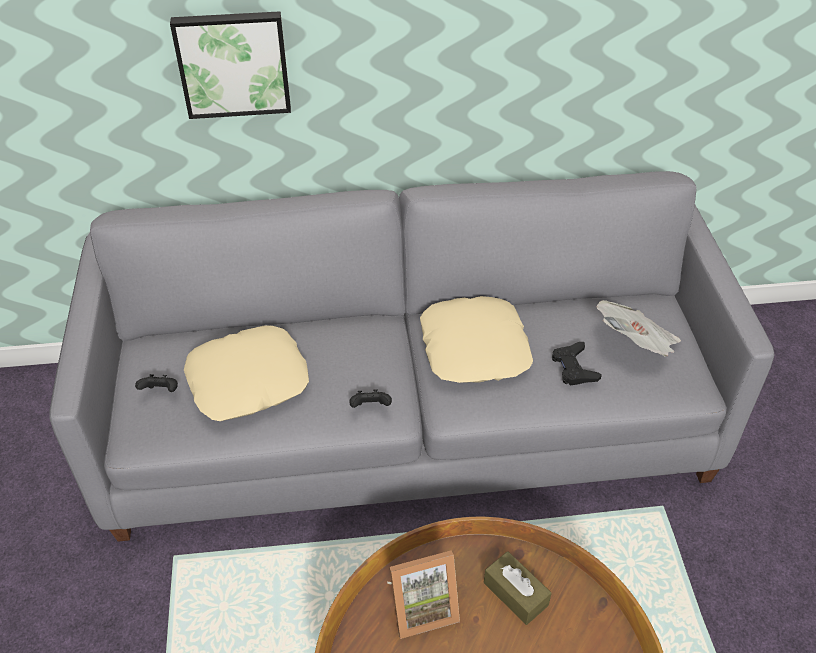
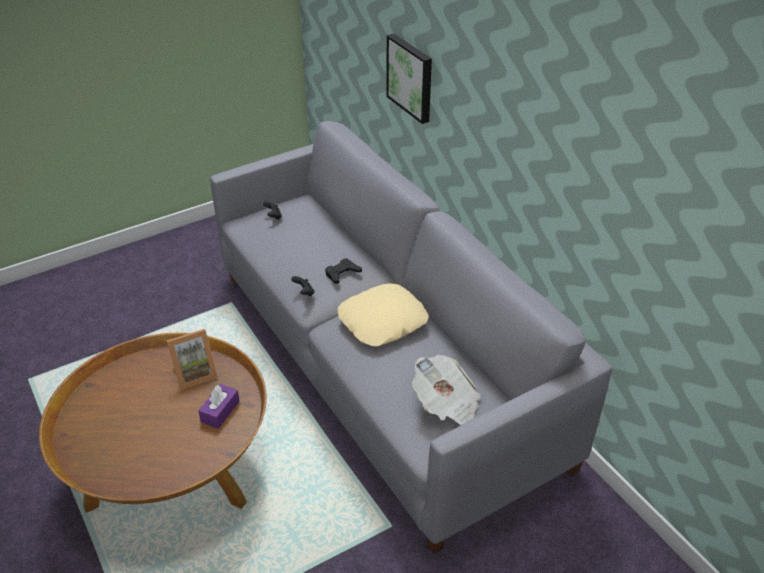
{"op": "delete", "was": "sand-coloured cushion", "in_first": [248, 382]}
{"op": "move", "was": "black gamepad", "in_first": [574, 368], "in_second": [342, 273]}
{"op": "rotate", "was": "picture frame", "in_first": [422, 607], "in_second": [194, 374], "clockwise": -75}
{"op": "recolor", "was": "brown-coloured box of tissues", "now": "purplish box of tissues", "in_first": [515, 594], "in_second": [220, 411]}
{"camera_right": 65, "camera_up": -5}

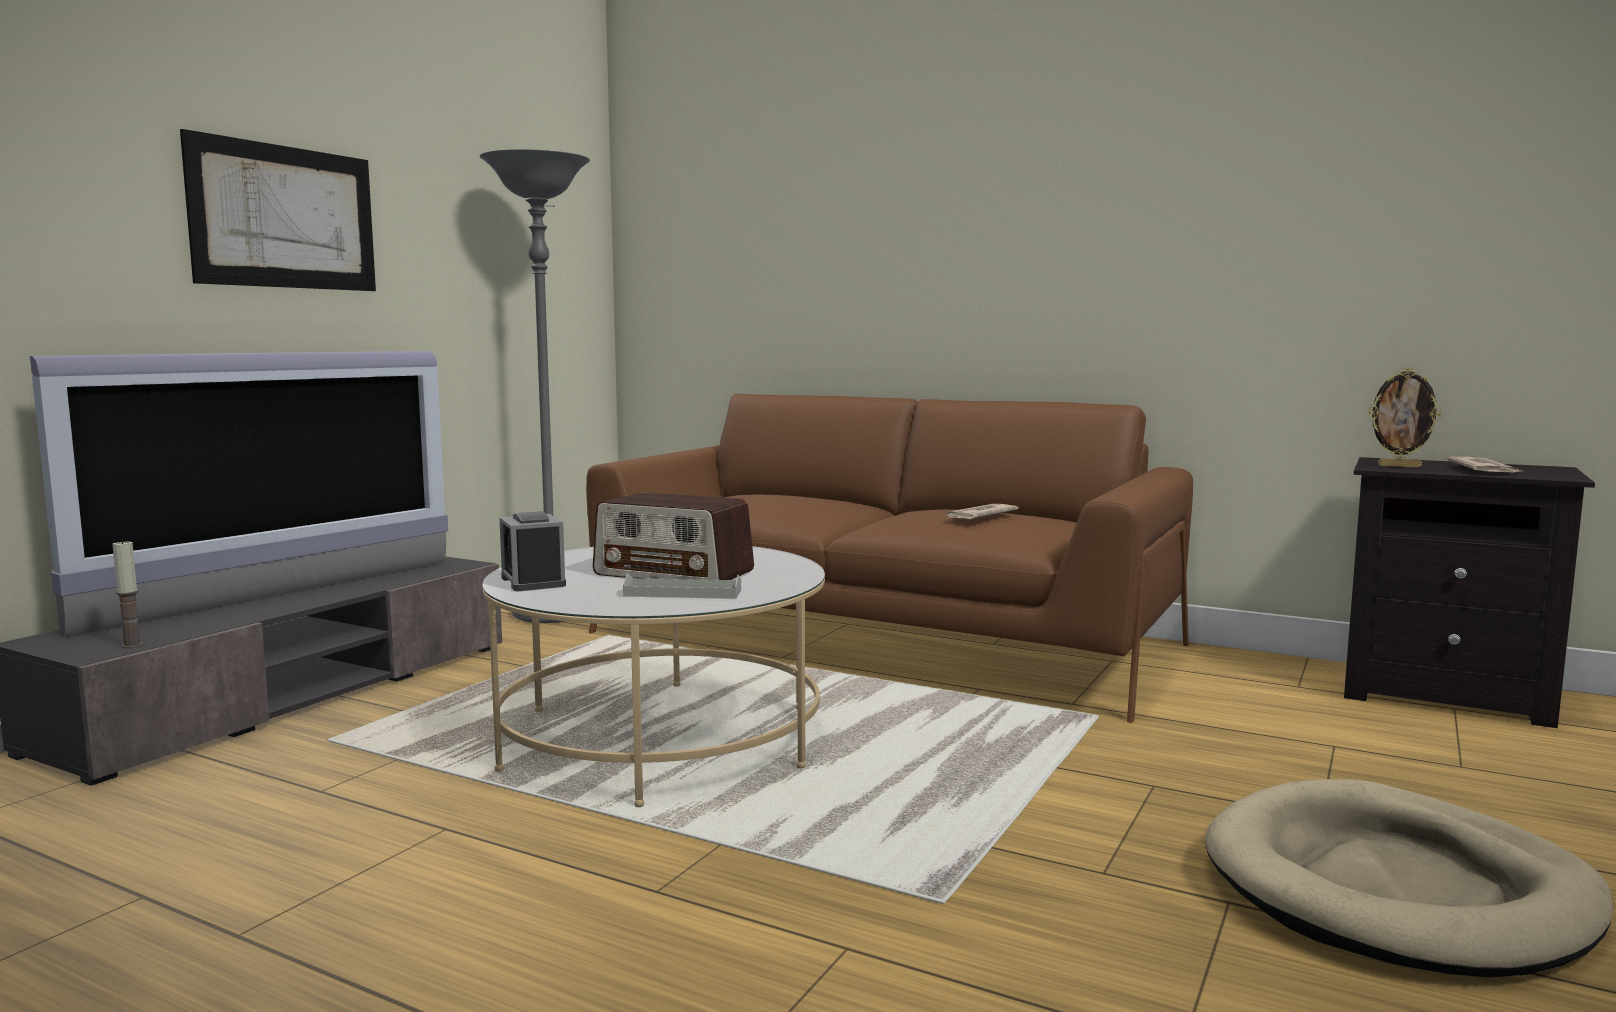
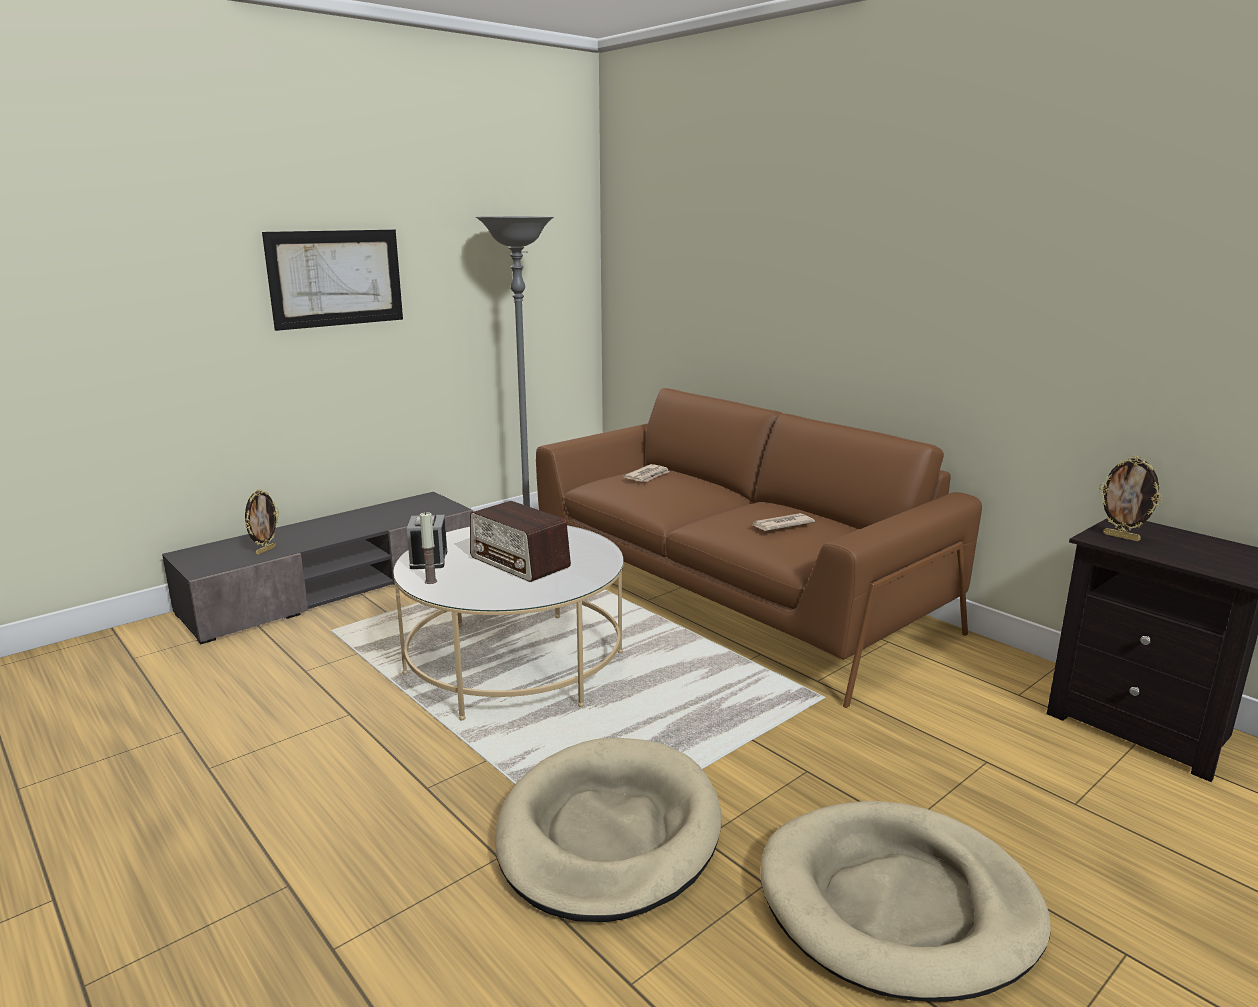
{"op": "delete", "was": "TV set", "in_first": [281, 595]}
{"op": "move", "was": "newspaper", "in_first": [1484, 470], "in_second": [648, 476]}
{"op": "move", "was": "wax light", "in_first": [132, 645], "in_second": [431, 581]}
{"op": "delete", "was": "grey carrying tray", "in_first": [682, 593]}
{"op": "insert", "now": "picture frame", "in_second": [265, 550]}
{"op": "insert", "now": "sand-coloured dog bed", "in_second": [608, 833]}
{"camera_right": 20, "camera_up": 10}

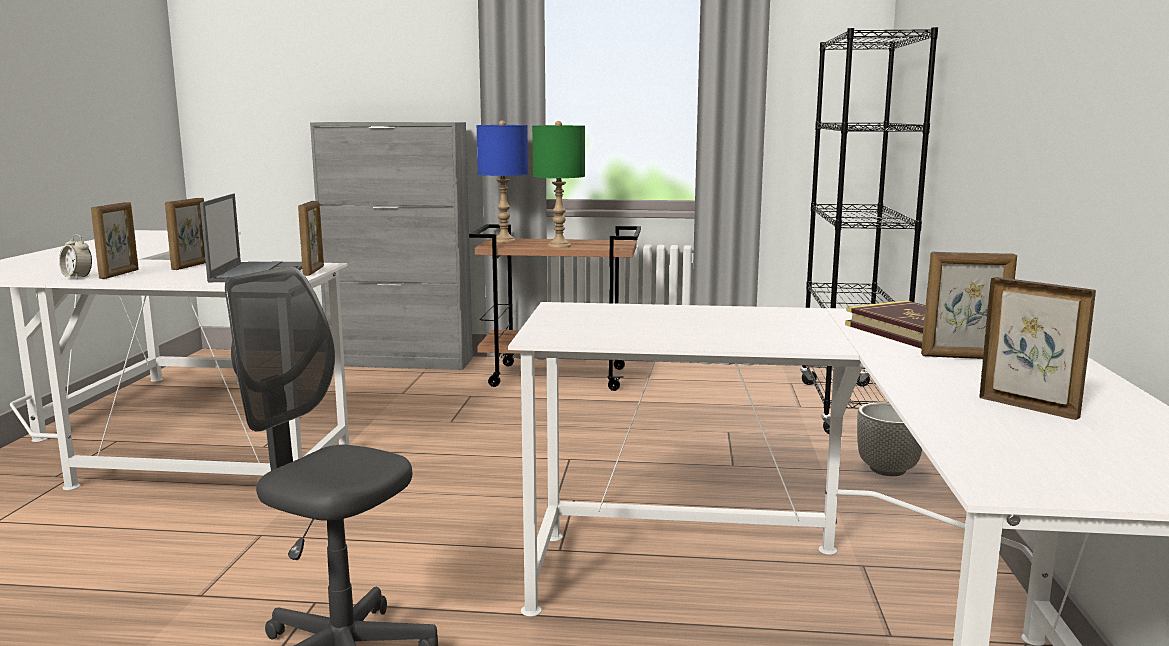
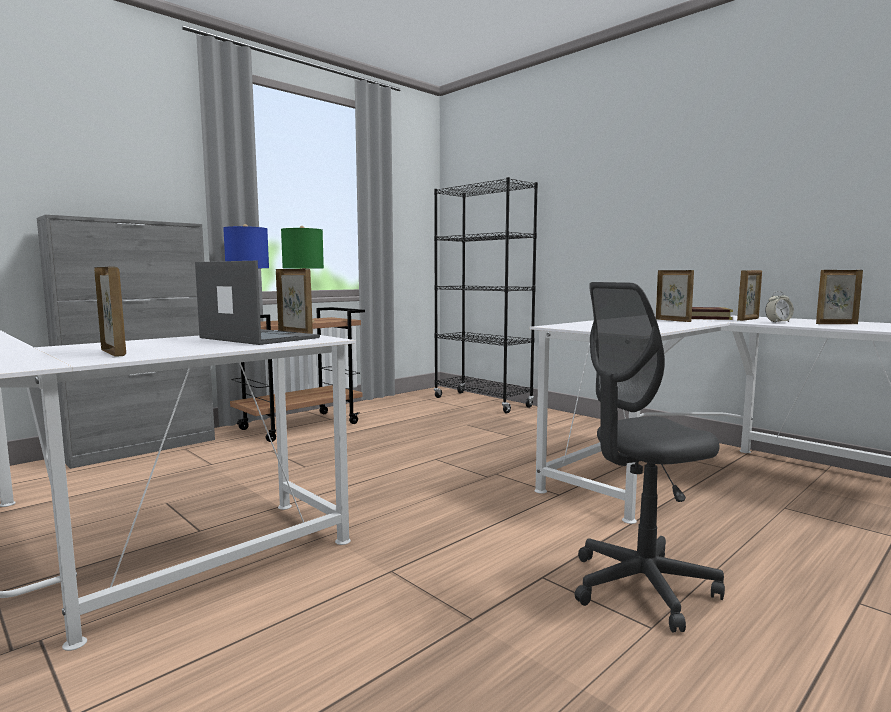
{"op": "move", "was": "picture frame", "in_first": [191, 266], "in_second": [673, 320]}
{"op": "move", "was": "table clock", "in_first": [77, 277], "in_second": [778, 322]}
{"op": "delete", "was": "planter", "in_first": [886, 470]}
{"camera_right": -50, "camera_up": -5}

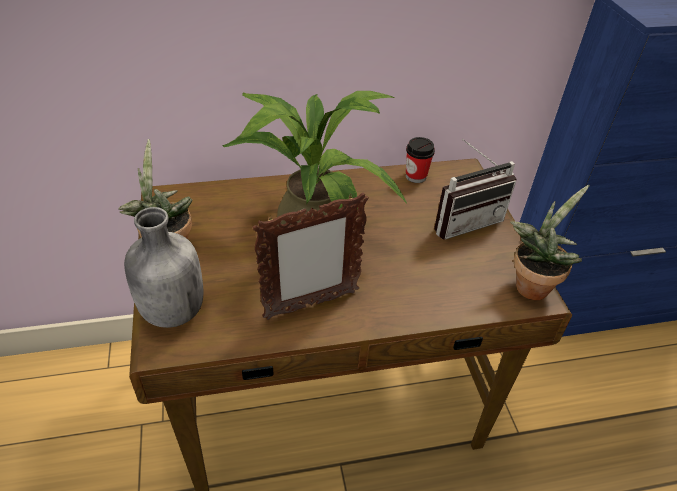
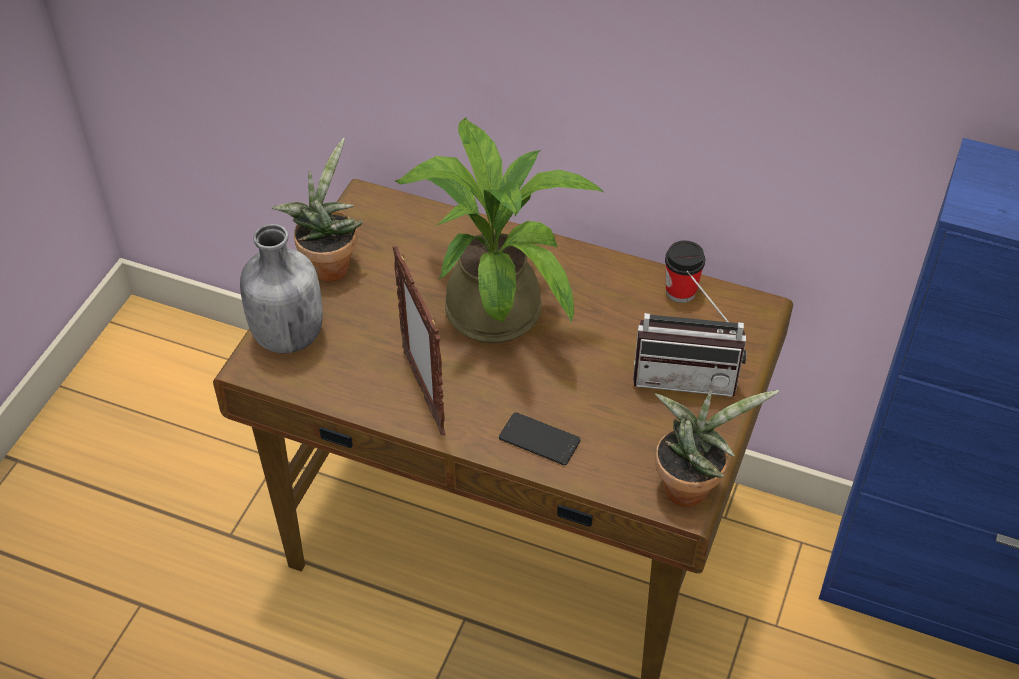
{"op": "rotate", "was": "picture frame", "in_first": [310, 305], "in_second": [424, 392], "clockwise": 60}
{"op": "insert", "now": "telephone", "in_second": [539, 439]}
{"camera_right": 35, "camera_up": 5}

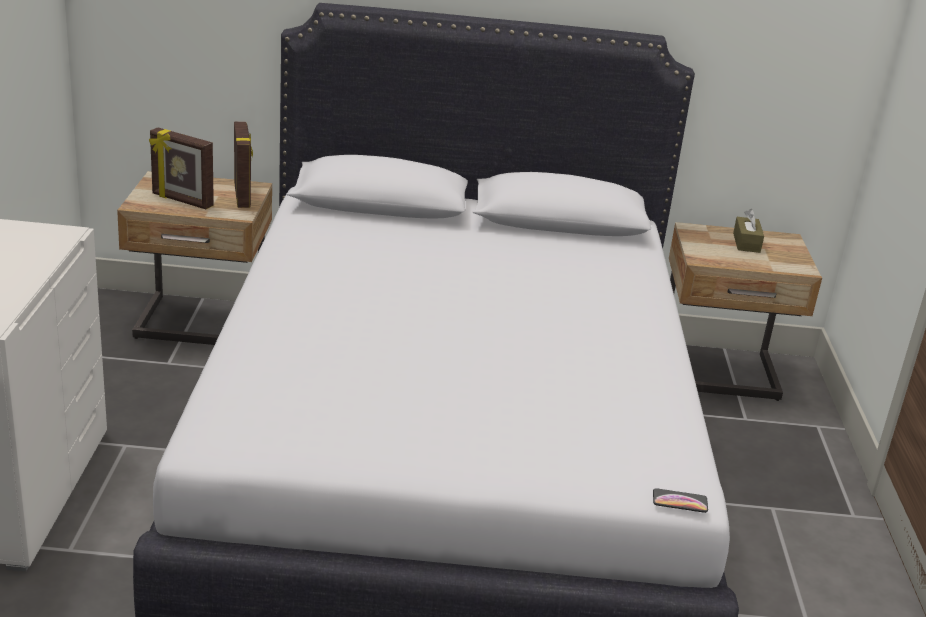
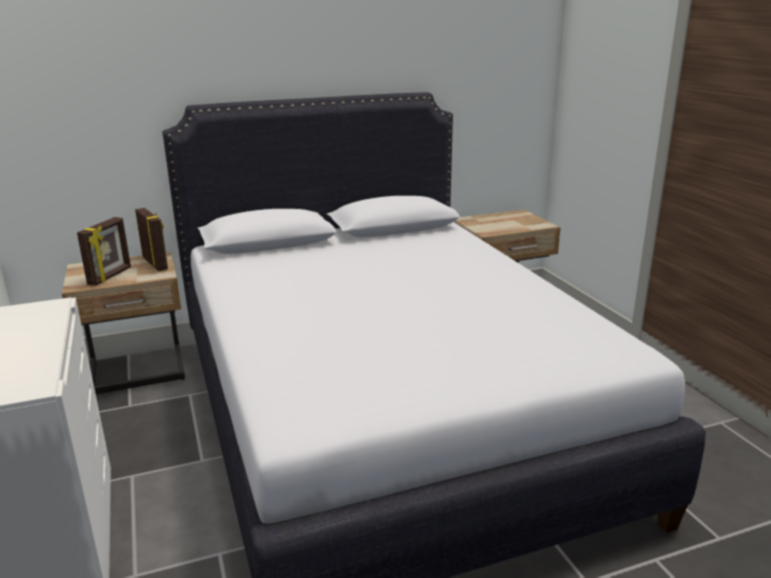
{"op": "rotate", "was": "picture frame", "in_first": [182, 201], "in_second": [110, 276], "clockwise": -75}
{"op": "delete", "was": "brown-coloured box of tissues", "in_first": [746, 242]}
{"op": "delete", "was": "telephone", "in_first": [680, 501]}
{"camera_right": -20, "camera_up": -5}

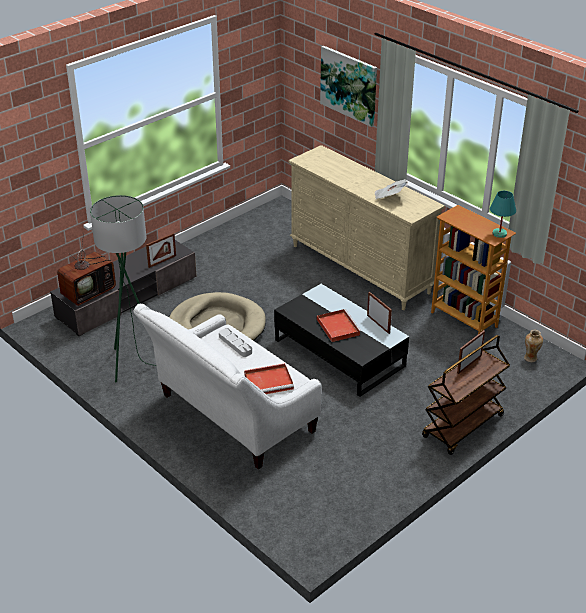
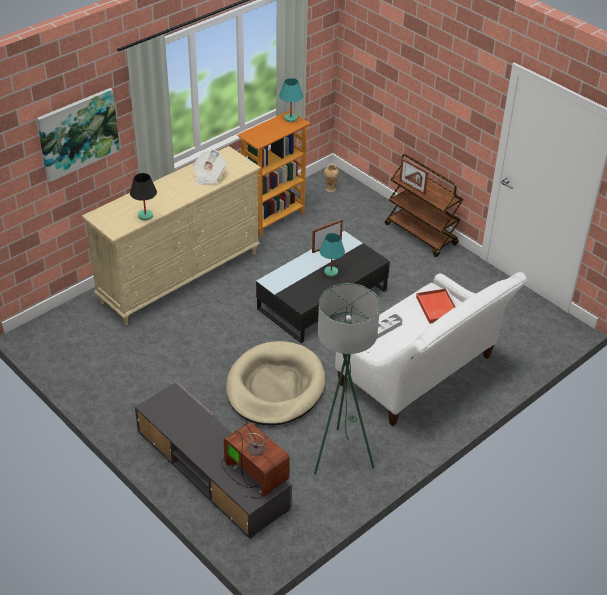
{"op": "delete", "was": "picture frame", "in_first": [162, 261]}
{"op": "replace", "was": "red carrying tray", "now": "turquoise tabletop lamp", "in_first": [337, 326], "in_second": [331, 272]}
{"op": "insert", "now": "black tabletop lamp", "in_second": [145, 215]}
{"camera_right": -90, "camera_up": 5}

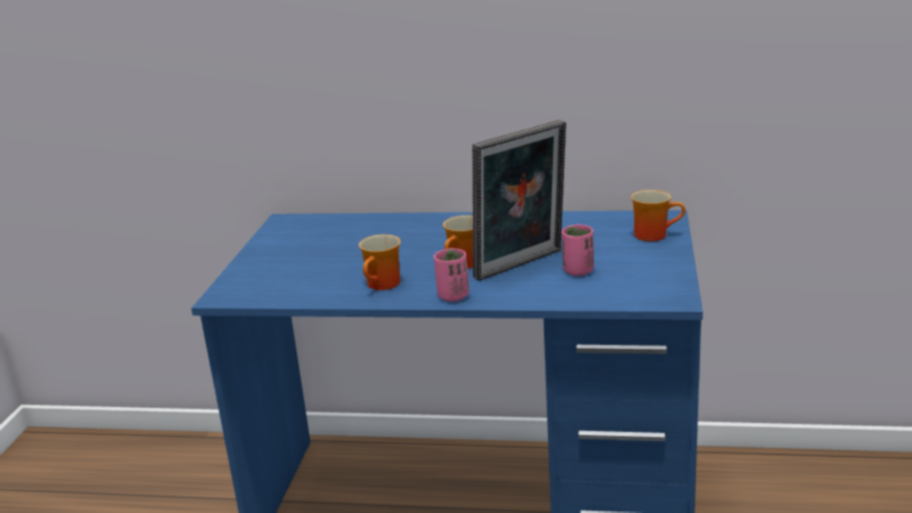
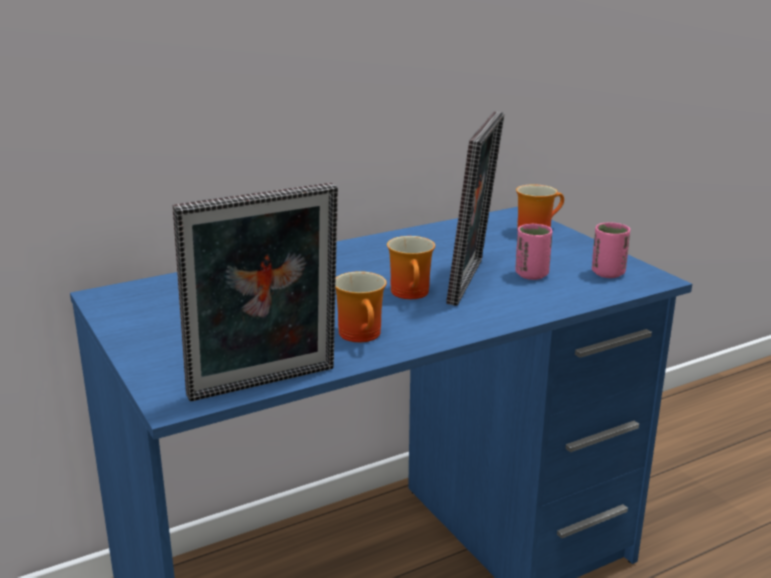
{"op": "move", "was": "pink-coloured small cup", "in_first": [453, 296], "in_second": [607, 273]}
{"op": "insert", "now": "picture frame", "in_second": [265, 386]}
{"camera_right": -40, "camera_up": 0}

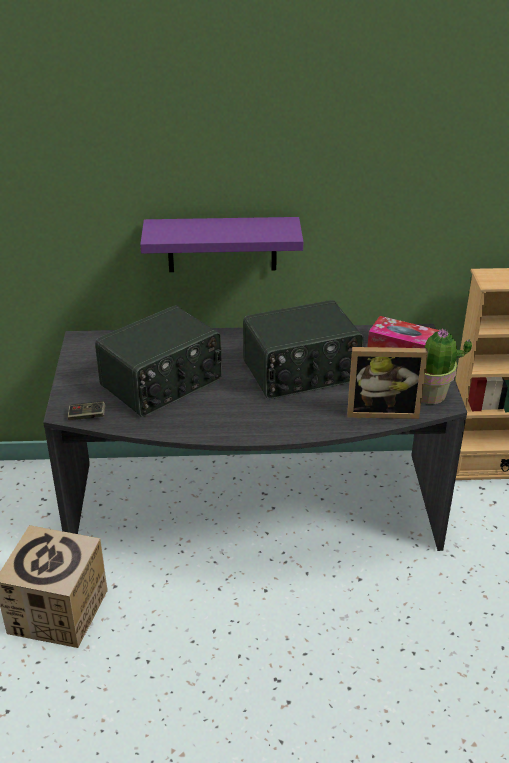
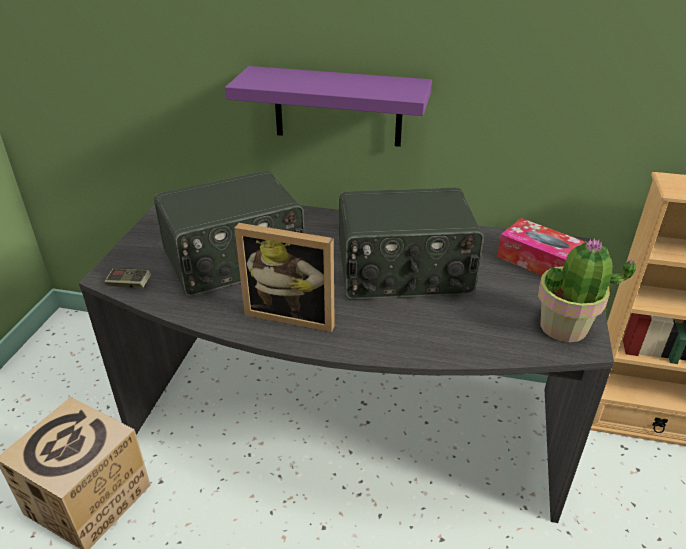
{"op": "move", "was": "picture frame", "in_first": [382, 410], "in_second": [293, 314]}
{"camera_right": 15, "camera_up": 0}

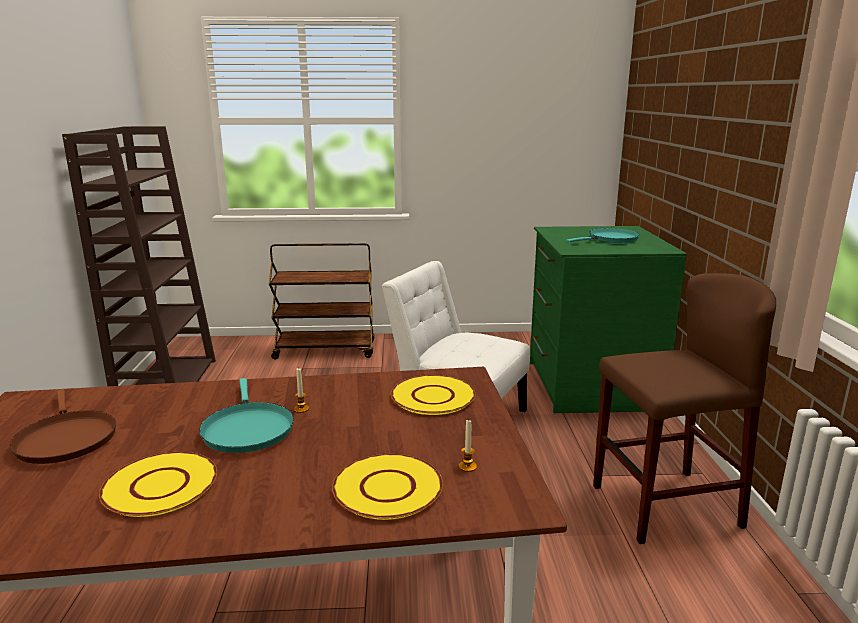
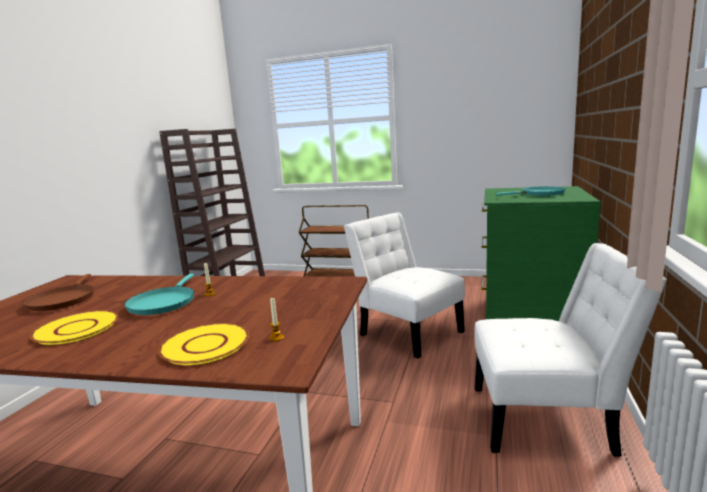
{"op": "replace", "was": "brown-coloured stool", "now": "white-coloured upright chair", "in_first": [665, 506], "in_second": [548, 419]}
{"op": "delete", "was": "yellowish flat dish", "in_first": [433, 396]}
{"camera_right": 20, "camera_up": -5}

